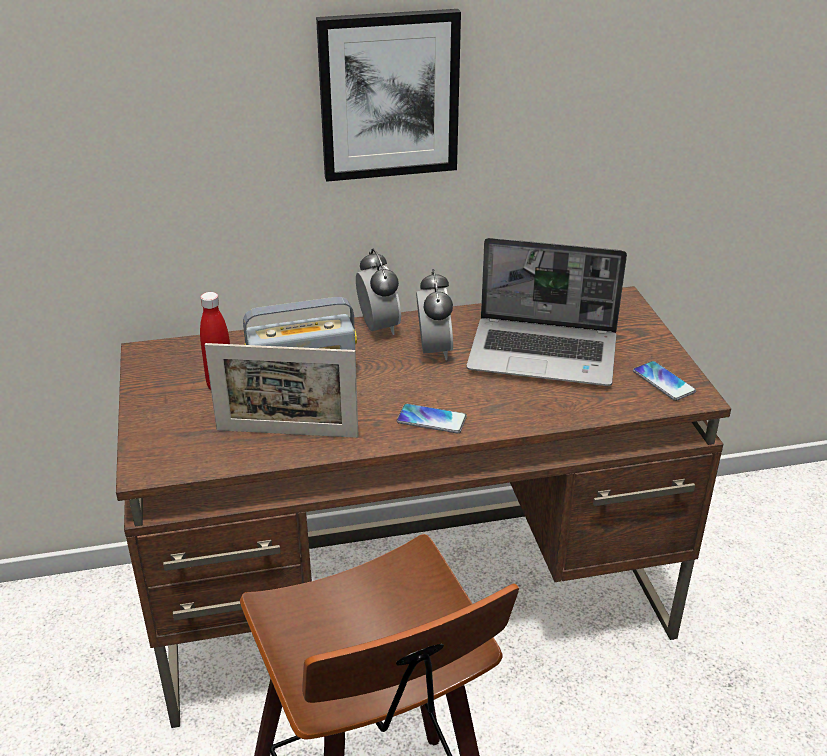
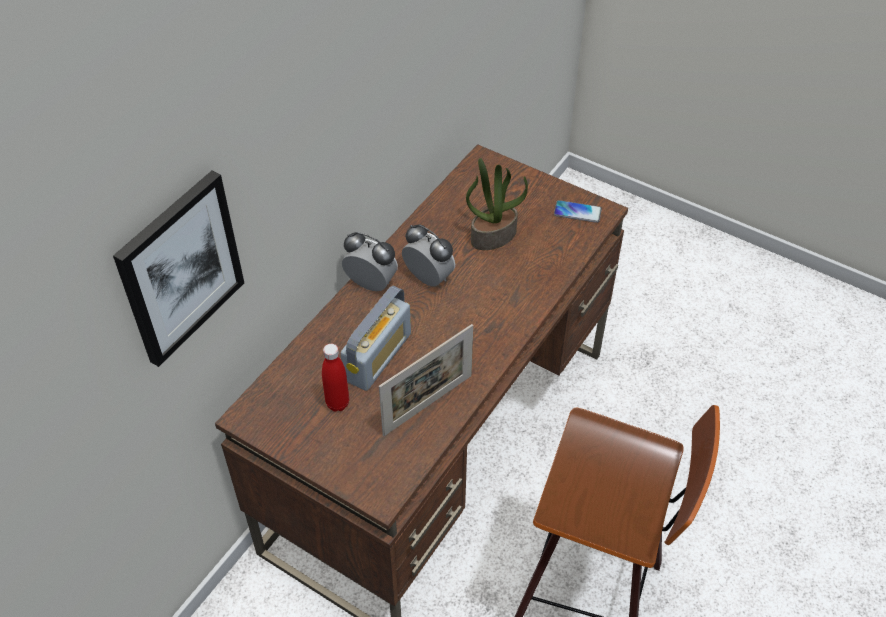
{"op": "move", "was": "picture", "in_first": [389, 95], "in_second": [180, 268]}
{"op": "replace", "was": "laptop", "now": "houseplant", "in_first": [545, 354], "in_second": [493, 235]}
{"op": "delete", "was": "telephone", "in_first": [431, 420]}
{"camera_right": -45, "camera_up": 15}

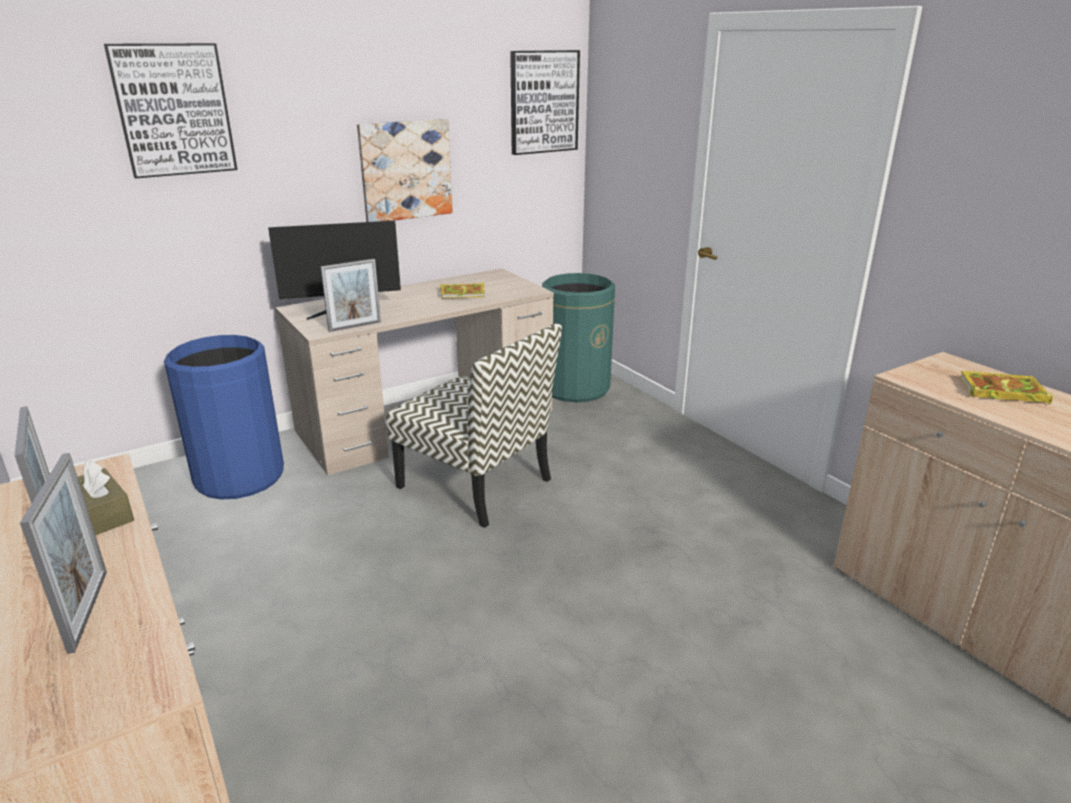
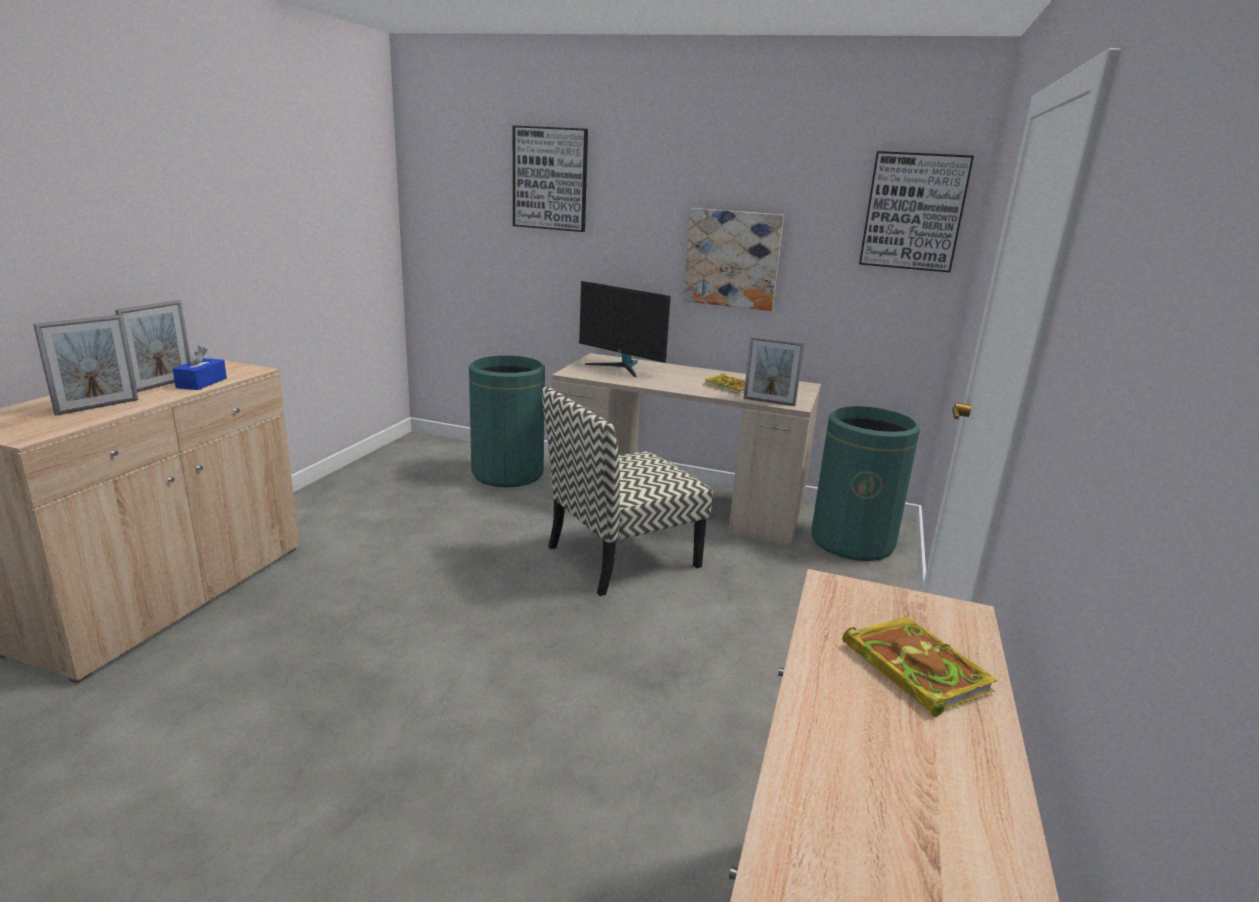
{"op": "move", "was": "picture frame", "in_first": [355, 326], "in_second": [769, 402]}
{"op": "rotate", "was": "upright chair", "in_first": [476, 484], "in_second": [621, 557], "clockwise": 60}
{"op": "recolor", "was": "blue trash can", "now": "green-coloured trash can", "in_first": [239, 477], "in_second": [507, 474]}
{"op": "recolor", "was": "brown-coloured box of tissues", "now": "blue box of tissues", "in_first": [103, 513], "in_second": [201, 383]}
{"camera_right": 50, "camera_up": -5}

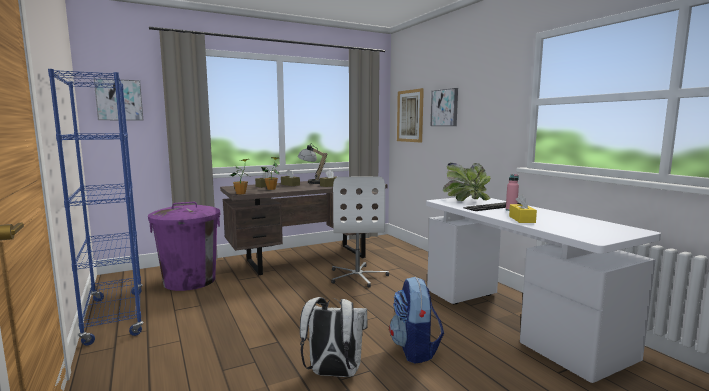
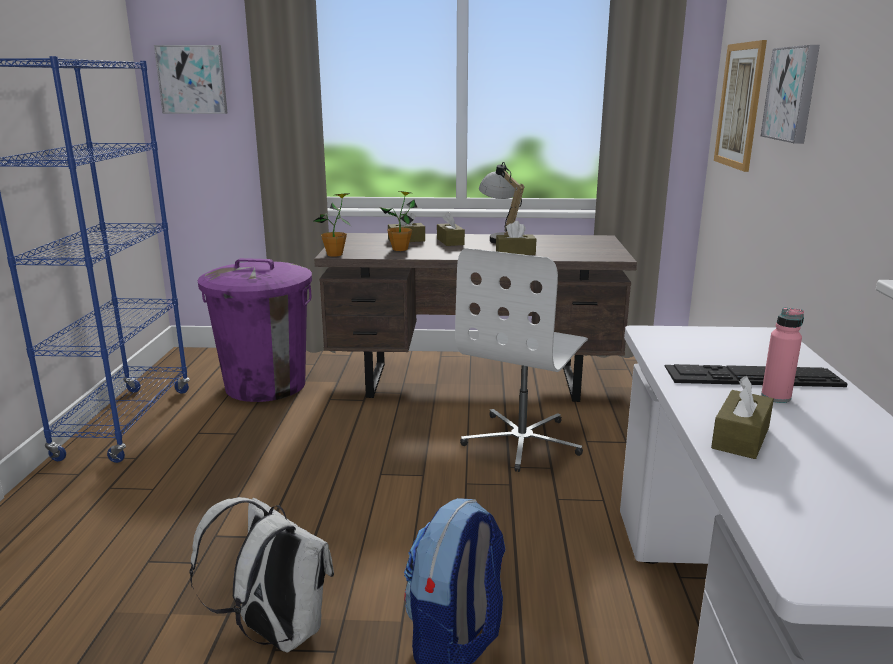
{"op": "delete", "was": "houseplant", "in_first": [466, 201]}
{"op": "recolor", "was": "yellowish box of tissues", "now": "brown-coloured box of tissues", "in_first": [522, 219], "in_second": [740, 438]}
{"camera_right": 30, "camera_up": 10}

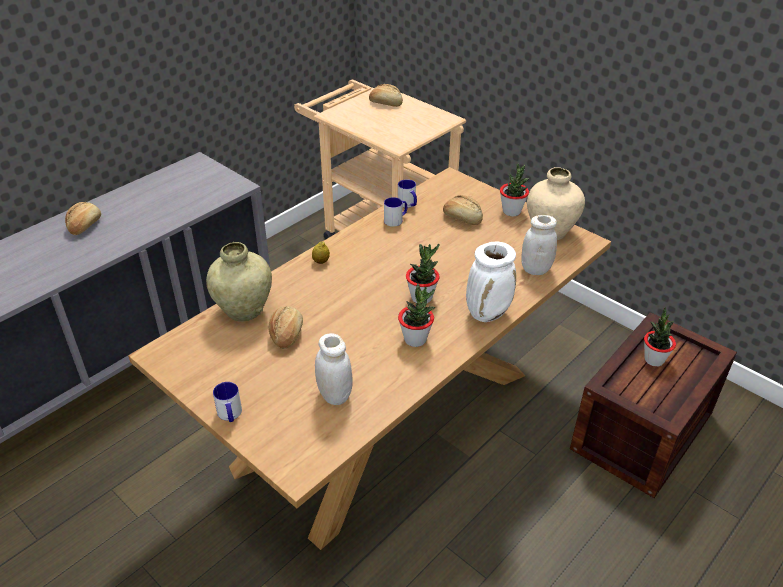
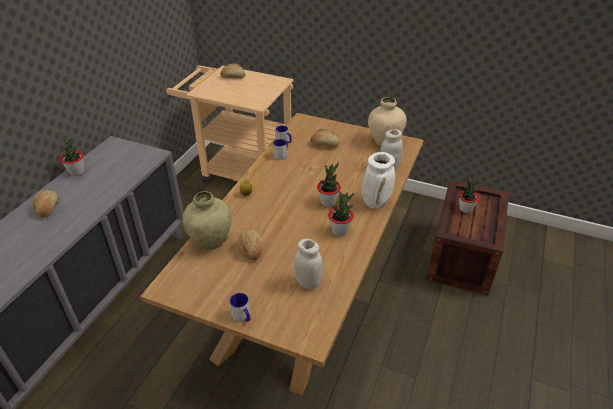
{"op": "move", "was": "houseplant", "in_first": [511, 211], "in_second": [77, 172]}
{"camera_right": -20, "camera_up": 0}

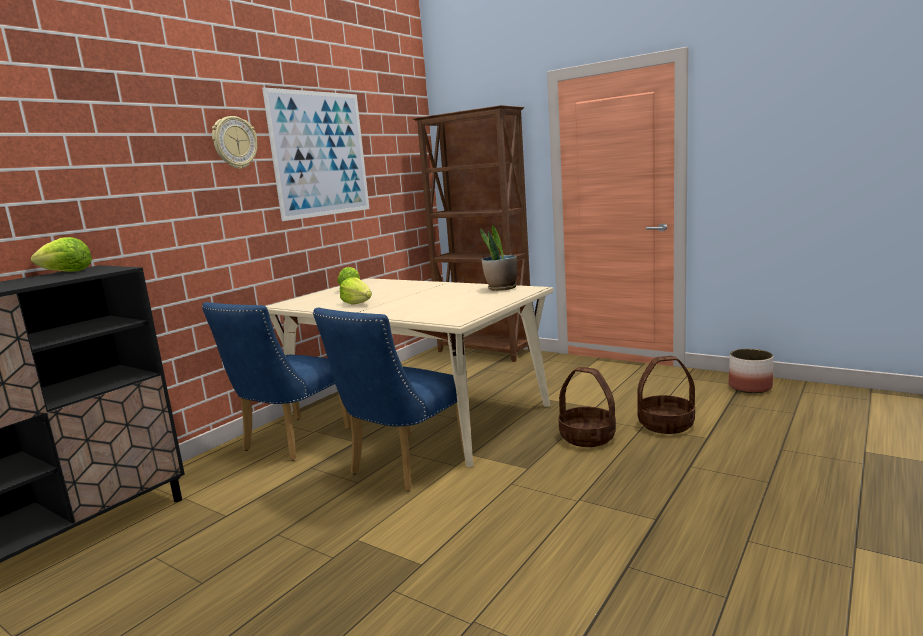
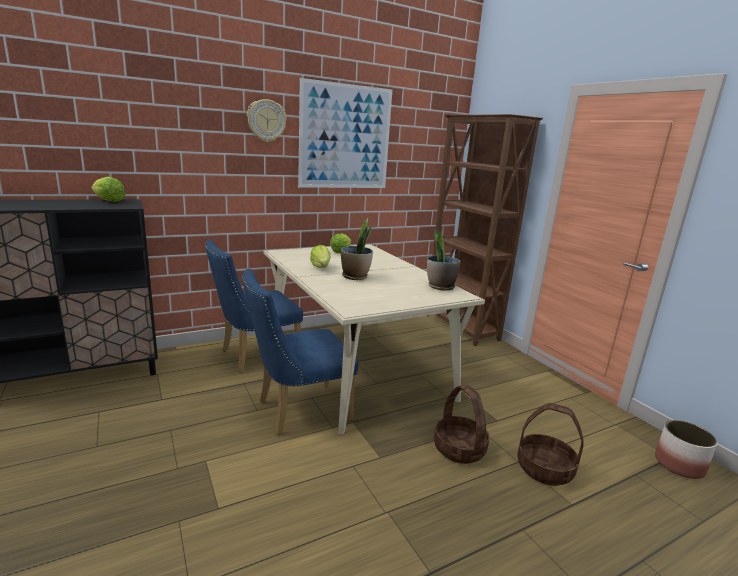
{"op": "insert", "now": "houseplant", "in_second": [355, 276]}
{"camera_right": 25, "camera_up": 5}

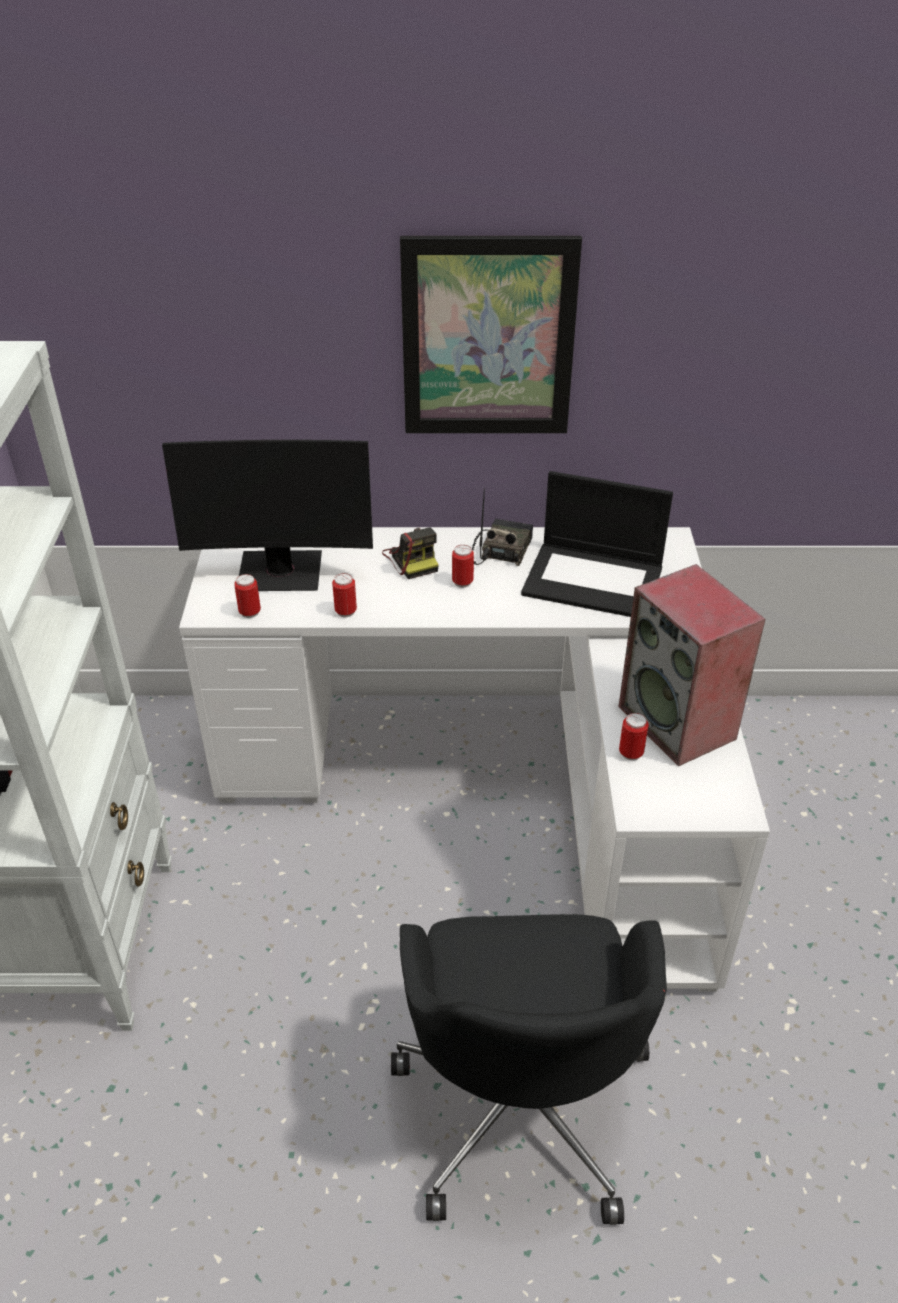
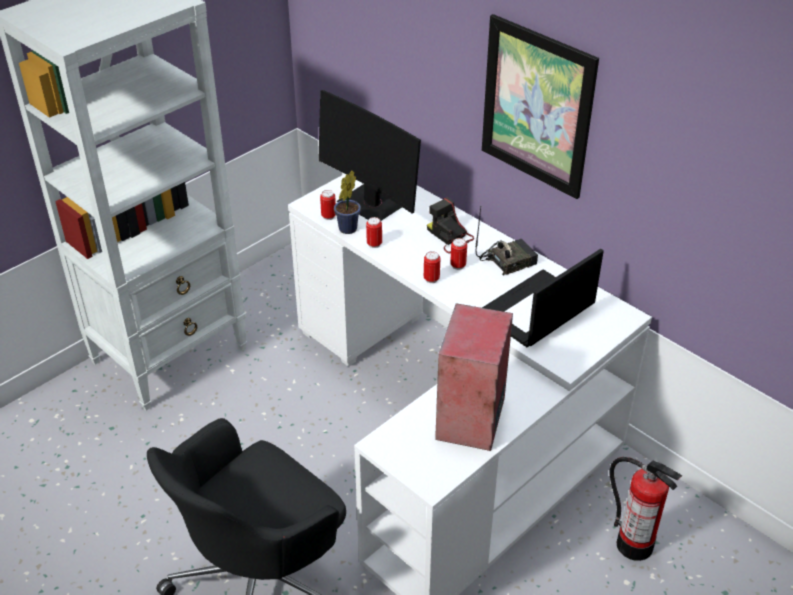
{"op": "rotate", "was": "laptop", "in_first": [594, 580], "in_second": [536, 310], "clockwise": 75}
{"op": "rotate", "was": "photo camera", "in_first": [412, 559], "in_second": [449, 237], "clockwise": 120}
{"op": "move", "was": "sealed can", "in_first": [631, 753], "in_second": [431, 279]}
{"op": "insert", "now": "houseplant", "in_second": [346, 230]}
{"op": "insert", "now": "fire extinguisher", "in_second": [634, 544]}
{"camera_right": 45, "camera_up": 0}

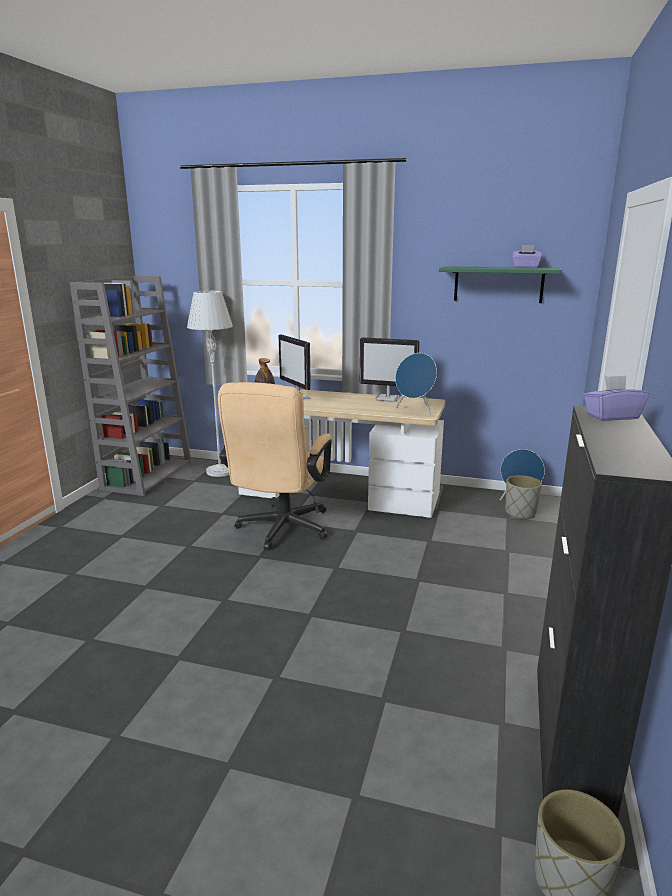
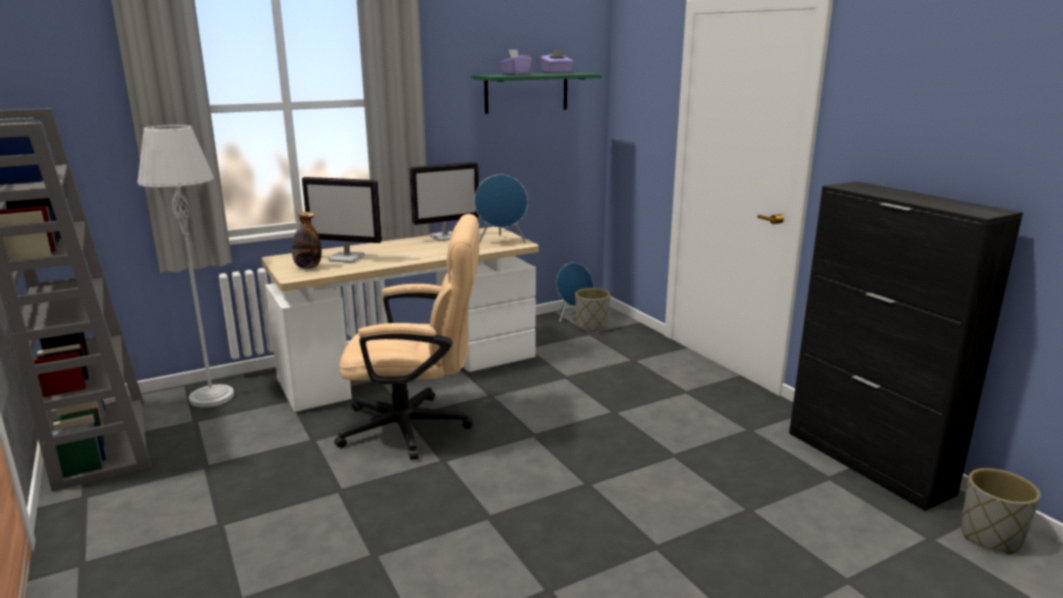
{"op": "move", "was": "purplish box of tissues", "in_first": [612, 416], "in_second": [515, 74]}
{"op": "rotate", "was": "sand-coloured office chair", "in_first": [281, 531], "in_second": [417, 427], "clockwise": -60}
{"camera_right": -45, "camera_up": 0}

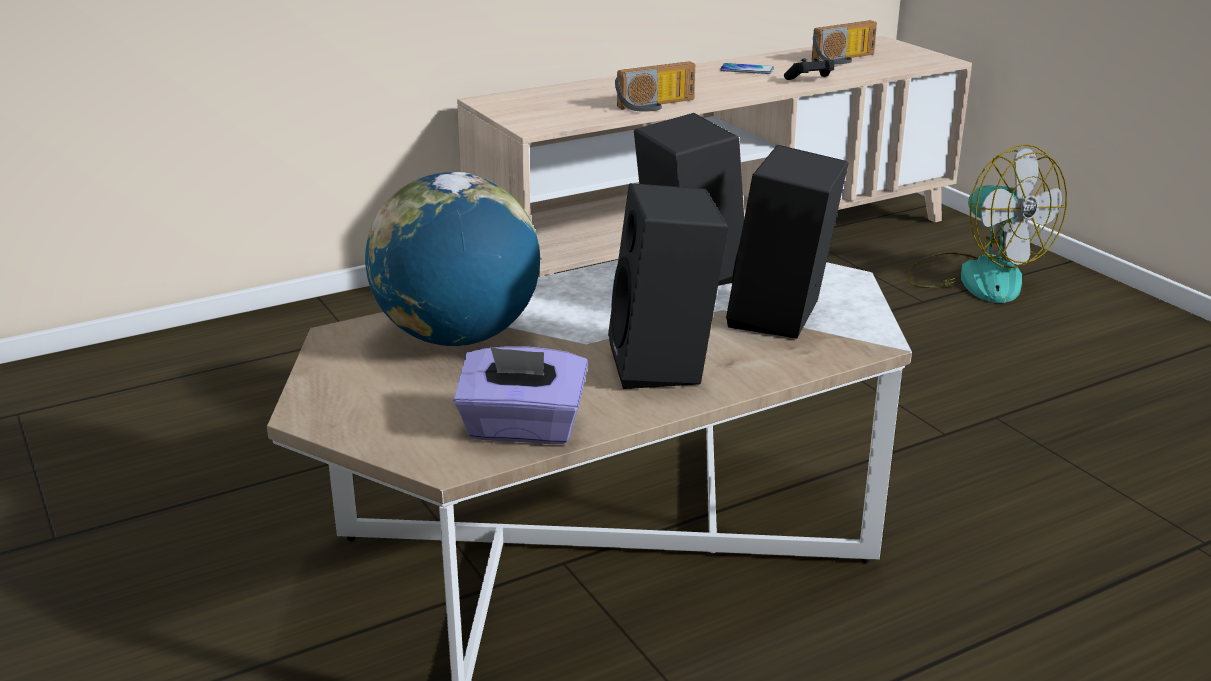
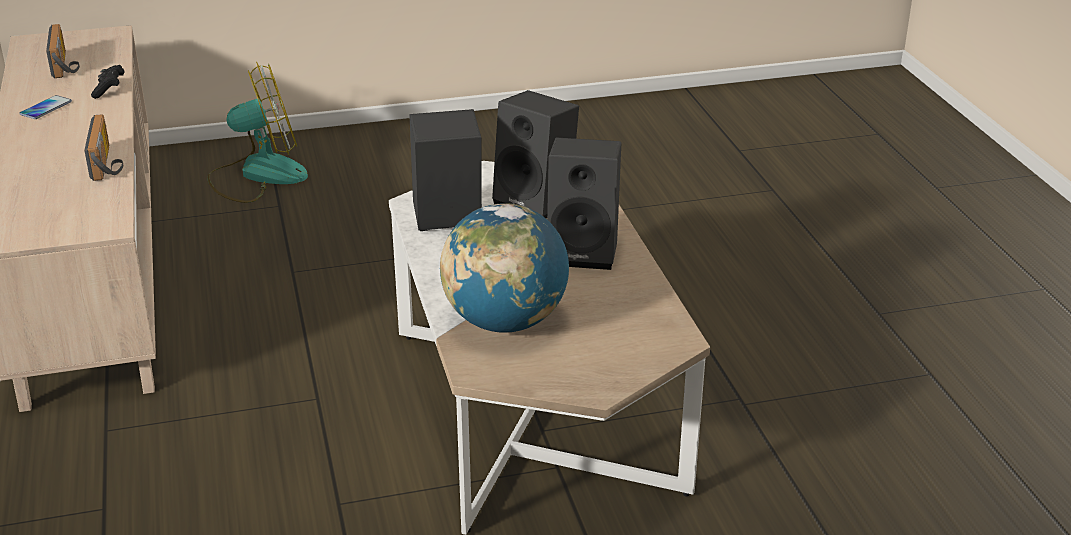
{"op": "delete", "was": "purplish box of tissues", "in_first": [522, 429]}
{"camera_right": -75, "camera_up": 5}

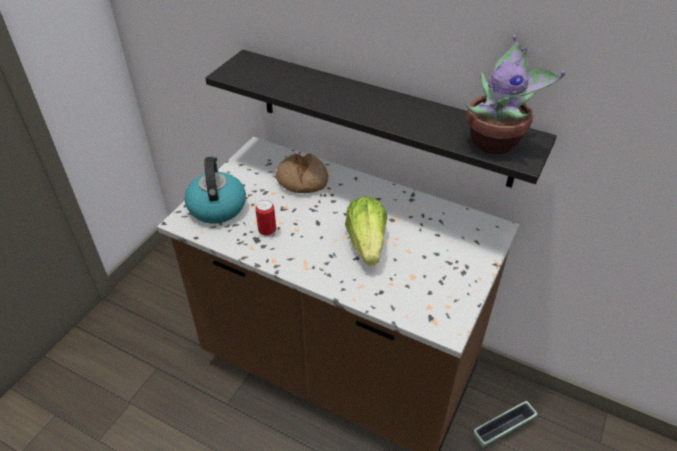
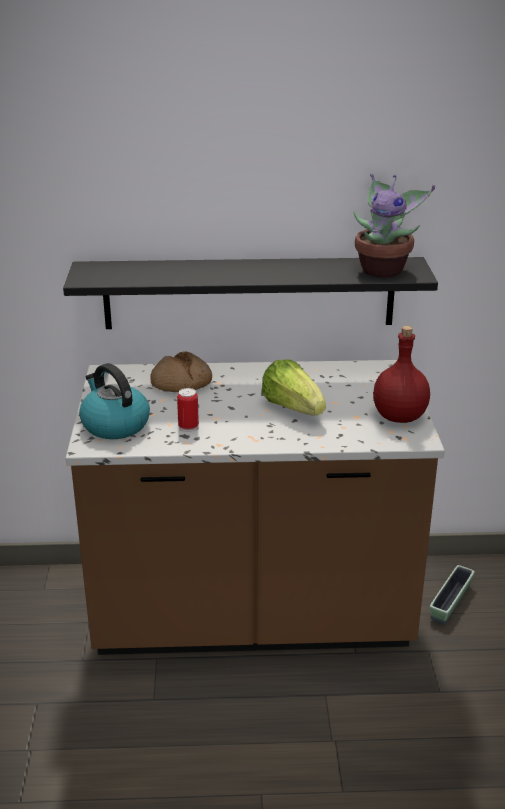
{"op": "insert", "now": "red drink bottle", "in_second": [399, 416]}
{"camera_right": -30, "camera_up": -15}

